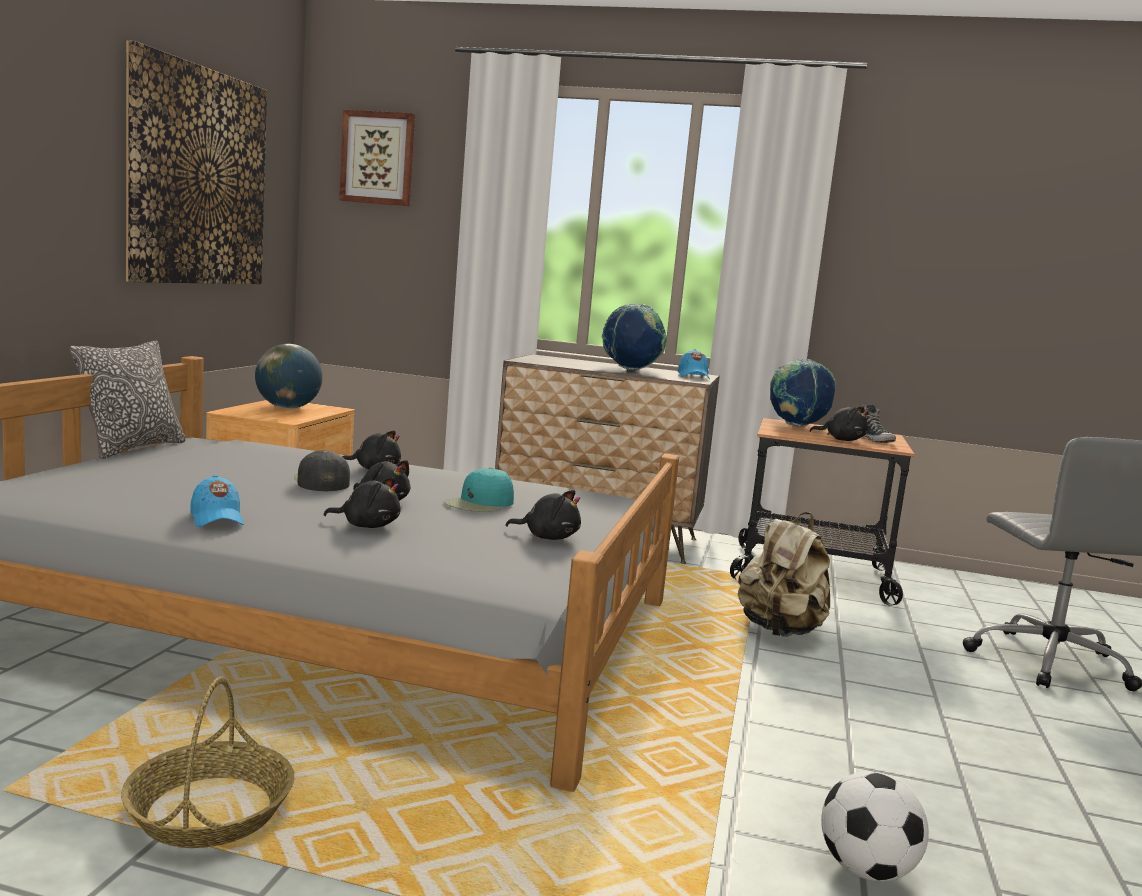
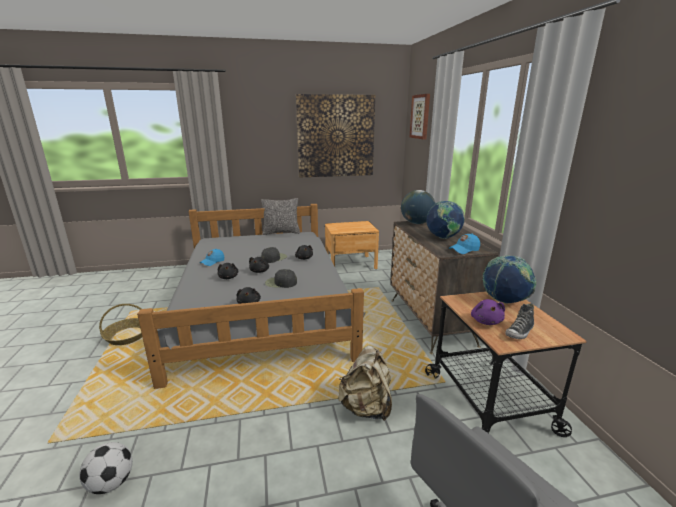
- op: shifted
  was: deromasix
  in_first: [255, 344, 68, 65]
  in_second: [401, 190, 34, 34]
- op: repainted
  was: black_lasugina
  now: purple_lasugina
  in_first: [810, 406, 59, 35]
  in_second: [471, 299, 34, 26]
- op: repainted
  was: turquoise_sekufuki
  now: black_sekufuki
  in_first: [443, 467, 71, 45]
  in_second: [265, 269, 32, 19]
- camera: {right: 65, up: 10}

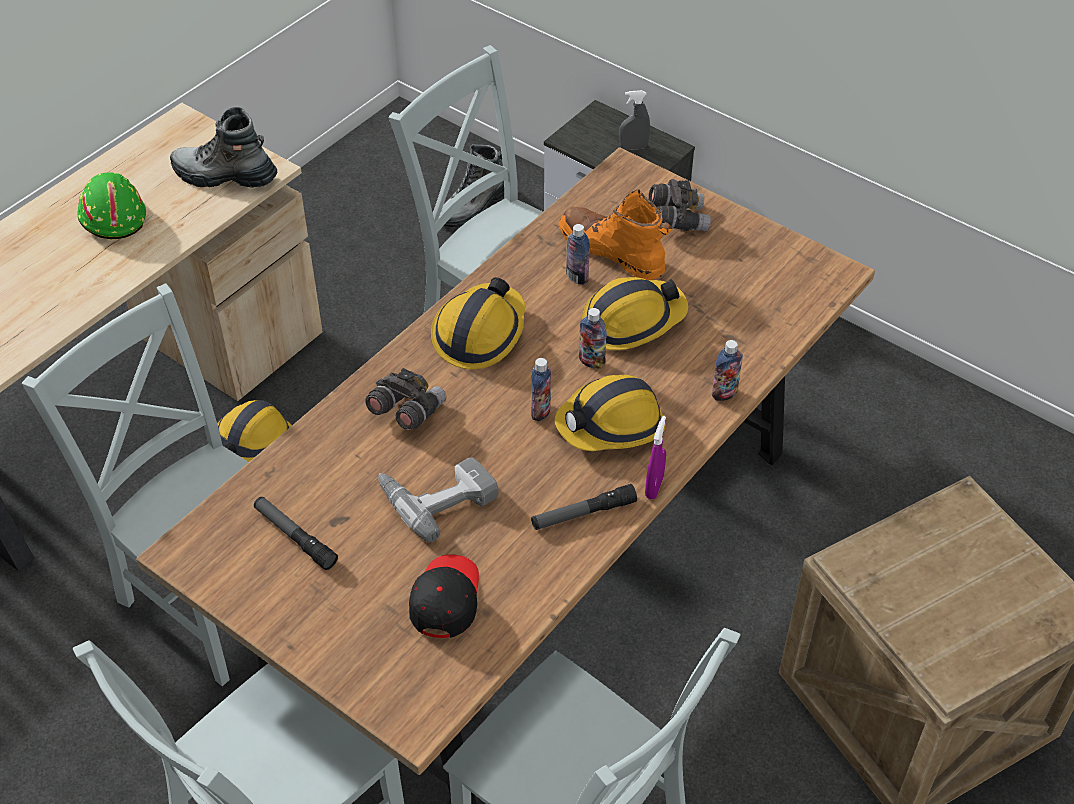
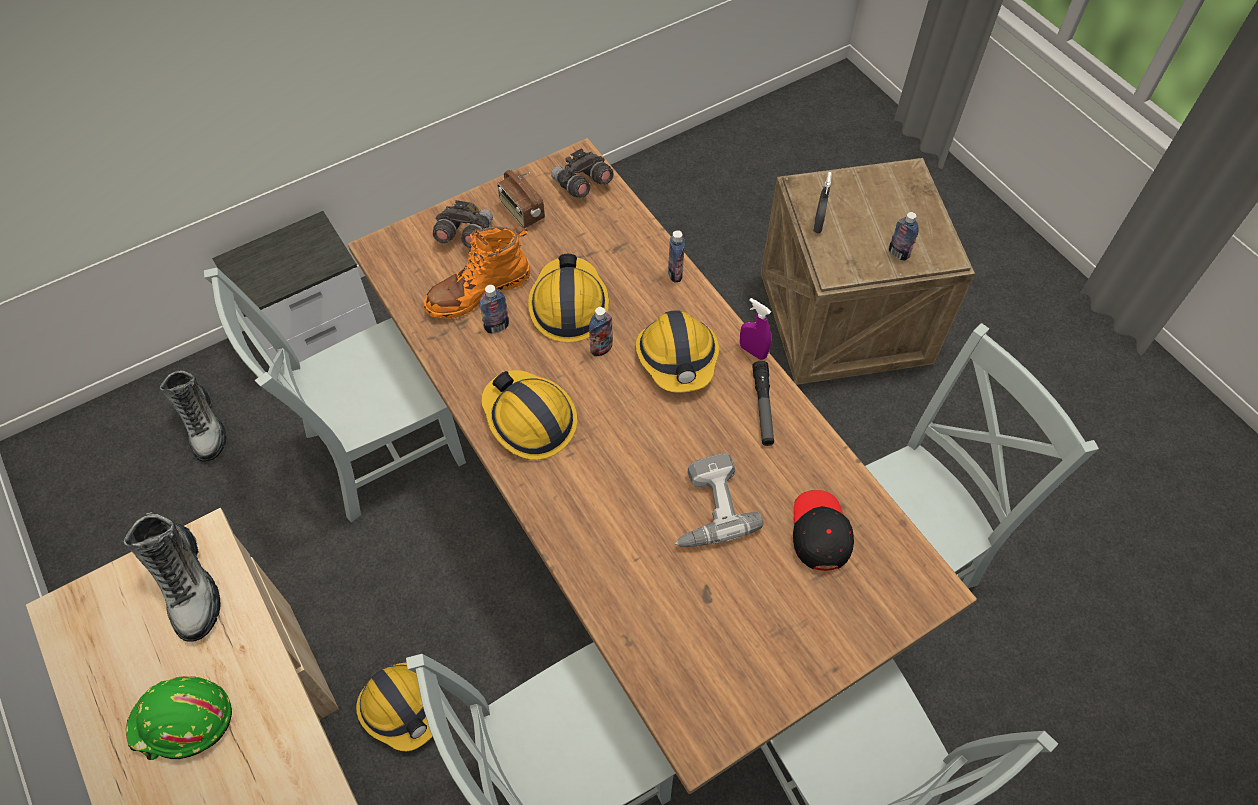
- op: shifted
  was: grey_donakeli
  in_first: [619, 90, 31, 60]
  in_second: [813, 172, 19, 61]
- op: rotated
  was: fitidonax
  in_first: [170, 107, 107, 81]
  in_second: [123, 512, 98, 130]
  clockwise: -60
- op: shifted
  was: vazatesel
  in_first: [531, 358, 20, 63]
  in_second: [889, 212, 30, 49]
- op: shifted
  was: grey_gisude
  in_first: [365, 368, 81, 62]
  in_second: [551, 148, 62, 50]
- op: gone
  was: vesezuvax
  in_first: [254, 497, 84, 73]
- op: rotated
  was: black_sekufuki
  in_first: [409, 554, 70, 84]
  in_second: [793, 490, 61, 81]
  clockwise: 60
- op: new
  now: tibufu
  in_second: [497, 170, 48, 58]
- camera: {right: -70, up: 10}

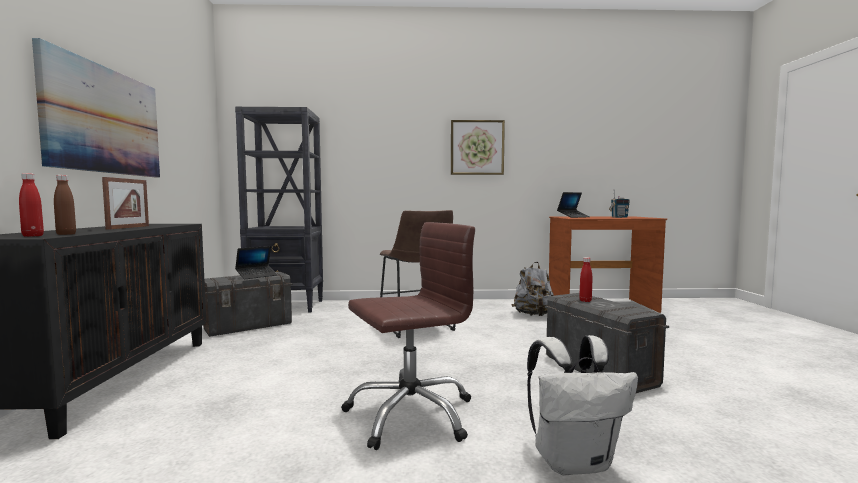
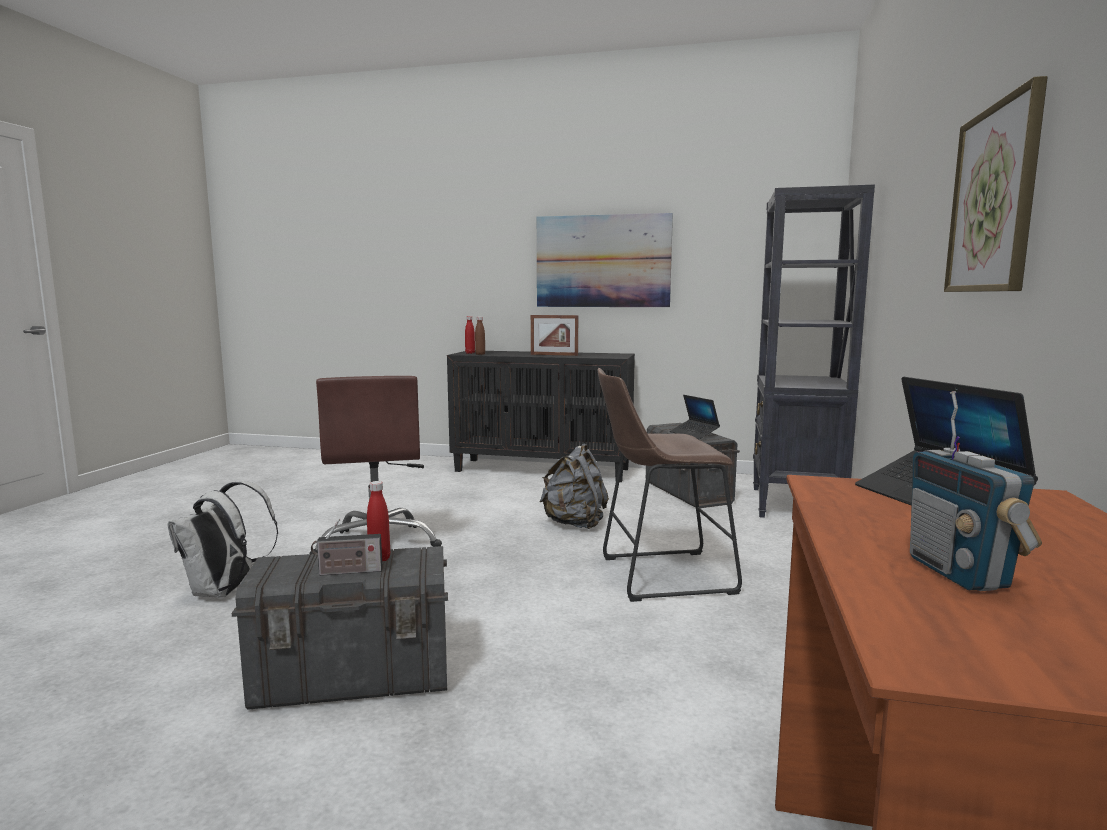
- op: shifted
  was: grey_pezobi
  in_first: [511, 262, 43, 54]
  in_second: [540, 444, 69, 85]
- op: new
  now: tibufu
  in_second: [311, 519, 72, 57]
- camera: {right: 105, up: 5}

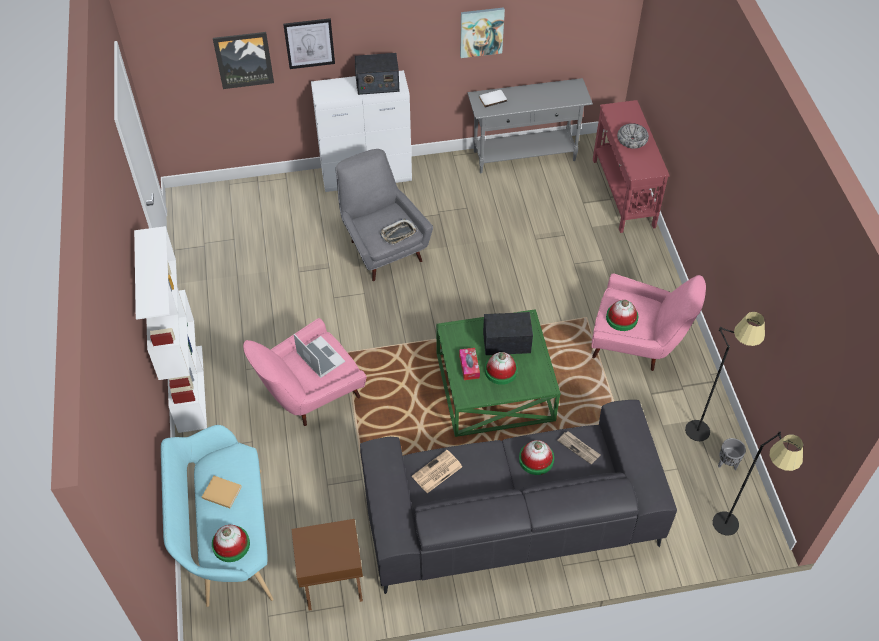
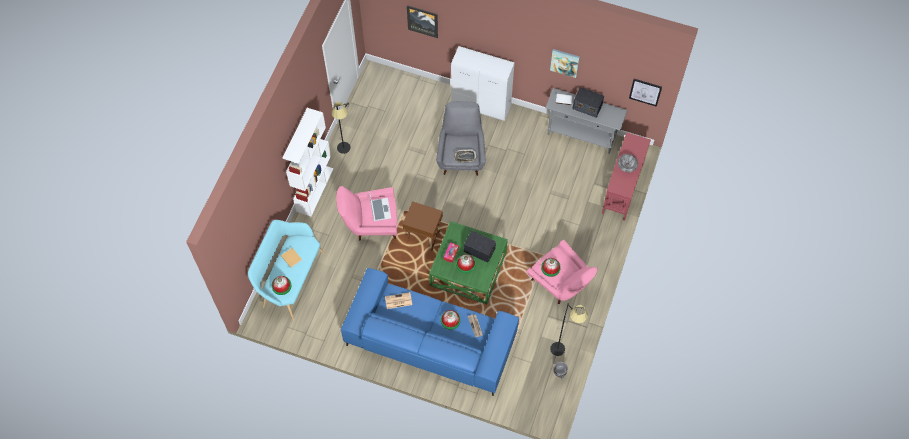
- op: shifted
  was: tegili
  in_first: [283, 18, 52, 51]
  in_second: [629, 79, 33, 28]
- op: shifted
  was: tibufu
  in_first: [355, 53, 44, 42]
  in_second: [572, 87, 32, 31]
- op: repainted
  was: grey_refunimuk
  now: blue_refunimuk
  in_first: [360, 400, 317, 194]
  in_second: [341, 268, 178, 128]
- op: shifted
  was: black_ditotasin
  in_first: [713, 431, 90, 105]
  in_second: [332, 102, 19, 52]
- op: shifted
  was: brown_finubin
  in_first: [291, 519, 72, 91]
  in_second: [403, 201, 40, 50]
- camera: {right: 30, up: 10}

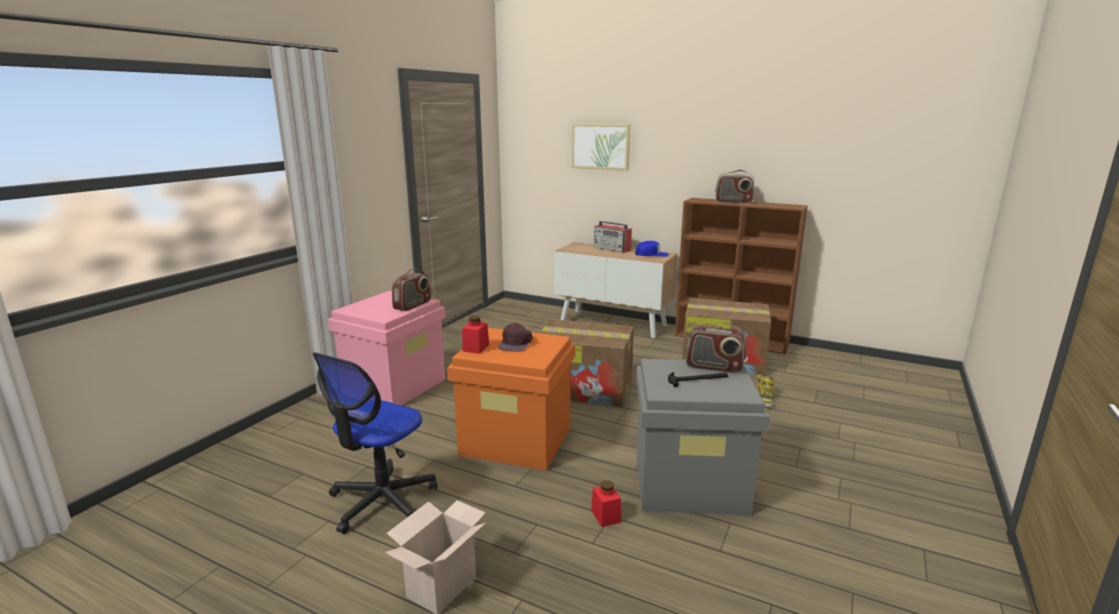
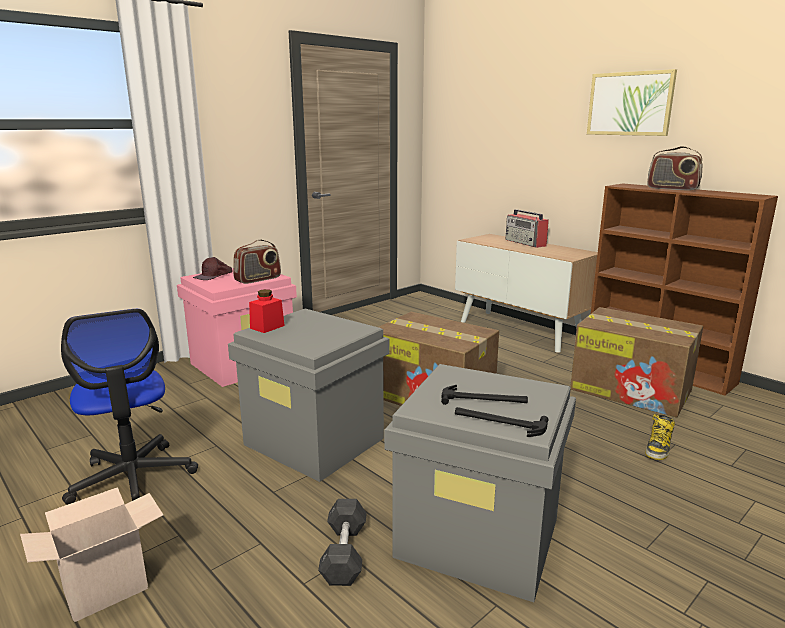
- op: shifted
  was: tegili
  in_first: [572, 123, 58, 48]
  in_second: [587, 69, 90, 67]
- op: gone
  was: blue_sekufuki
  in_first: [635, 241, 33, 16]
- op: gone
  was: tibufu
  in_first: [686, 322, 60, 51]
- op: shifted
  was: brown_sekufuki
  in_first: [499, 323, 34, 29]
  in_second: [193, 257, 40, 23]
- op: repainted
  was: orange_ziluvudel
  now: grey_ziluvudel
  in_first: [447, 328, 128, 143]
  in_second: [228, 309, 161, 173]
- op: rotated
  was: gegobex
  in_first: [312, 352, 125, 182]
  in_second: [61, 309, 137, 196]
  clockwise: -75
- op: swapped
  was: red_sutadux
  now: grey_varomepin
  in_first: [591, 480, 30, 47]
  in_second: [318, 499, 49, 87]
- op: new
  now: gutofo
  in_second: [455, 407, 93, 30]
- camera: {right: 20, up: 0}

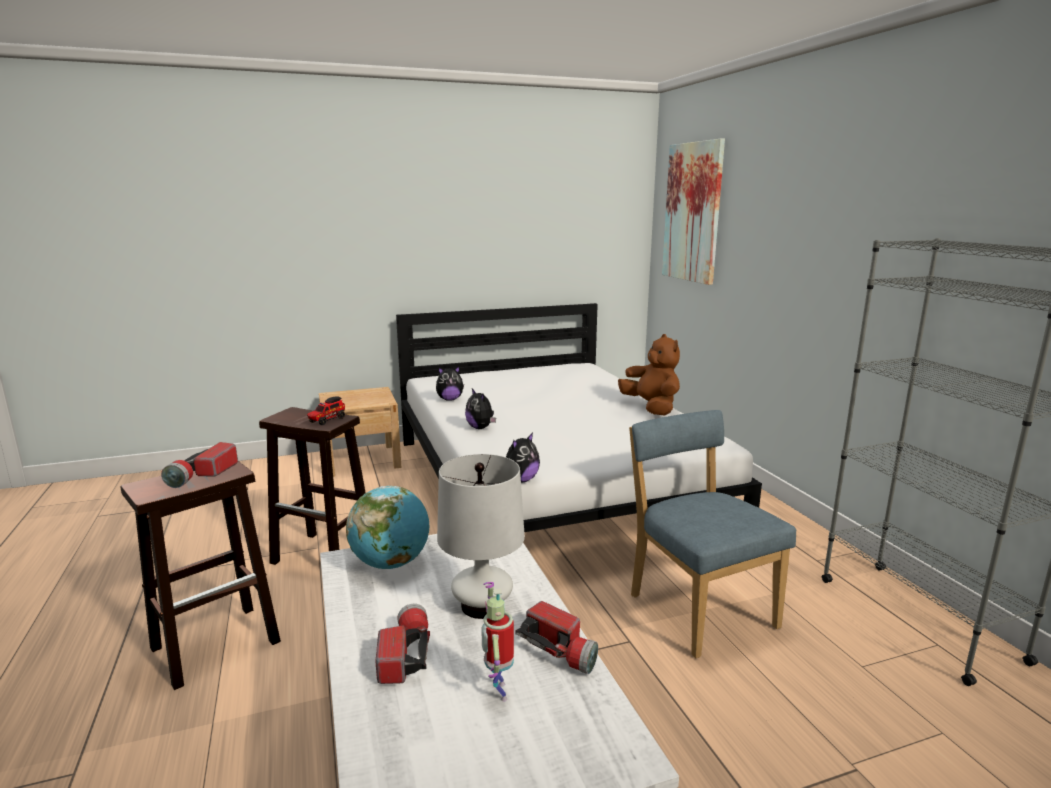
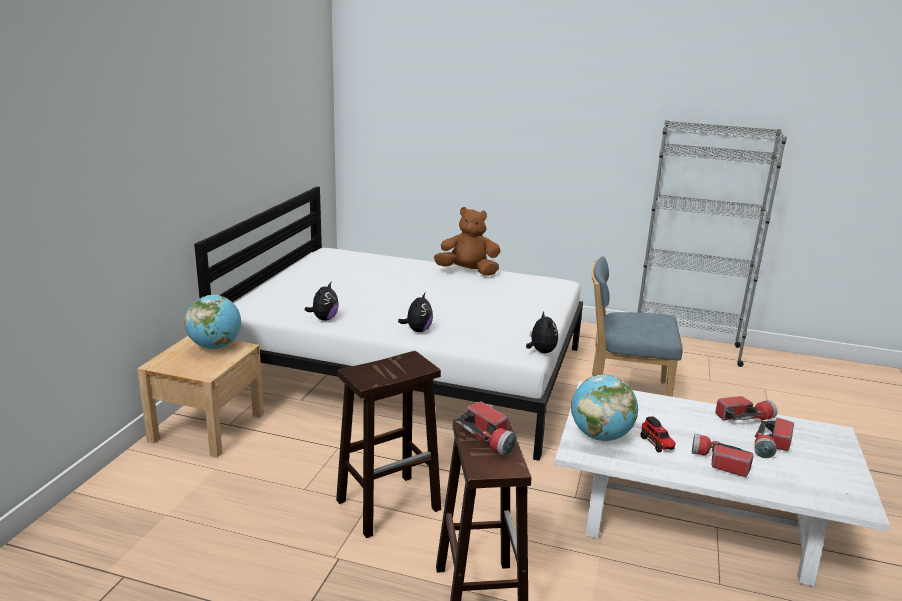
- op: gone
  was: tegili
  in_first: [662, 138, 63, 147]
- op: rotated
  was: lasugina
  in_first: [465, 389, 31, 40]
  in_second: [398, 293, 35, 39]
  clockwise: -75
- op: shifted
  was: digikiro
  in_first: [307, 396, 38, 29]
  in_second: [641, 416, 35, 36]
- op: gone
  was: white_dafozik
  in_first: [437, 454, 88, 165]
- op: swapped
  was: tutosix
  now: vesezuvax
  in_first: [481, 582, 33, 119]
  in_second: [754, 418, 40, 40]
- op: new
  now: deromasix
  in_second: [185, 295, 56, 54]
- camera: {right: -55, up: 5}

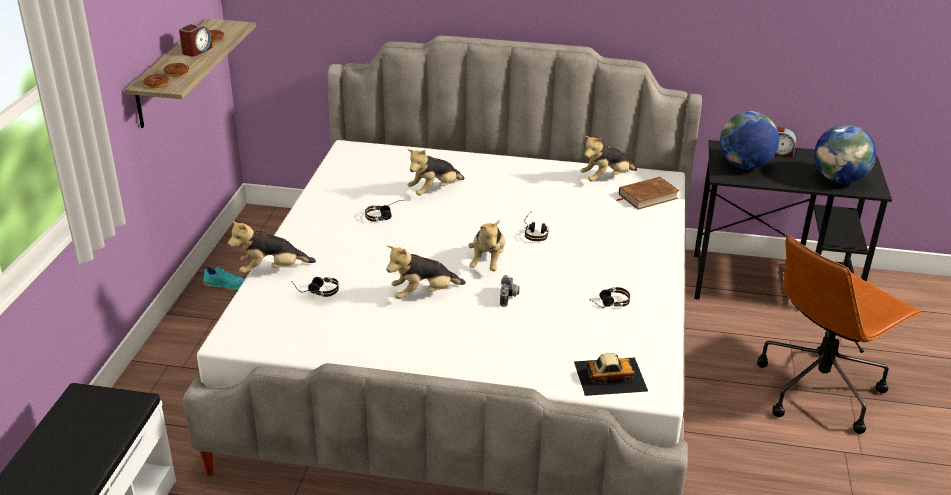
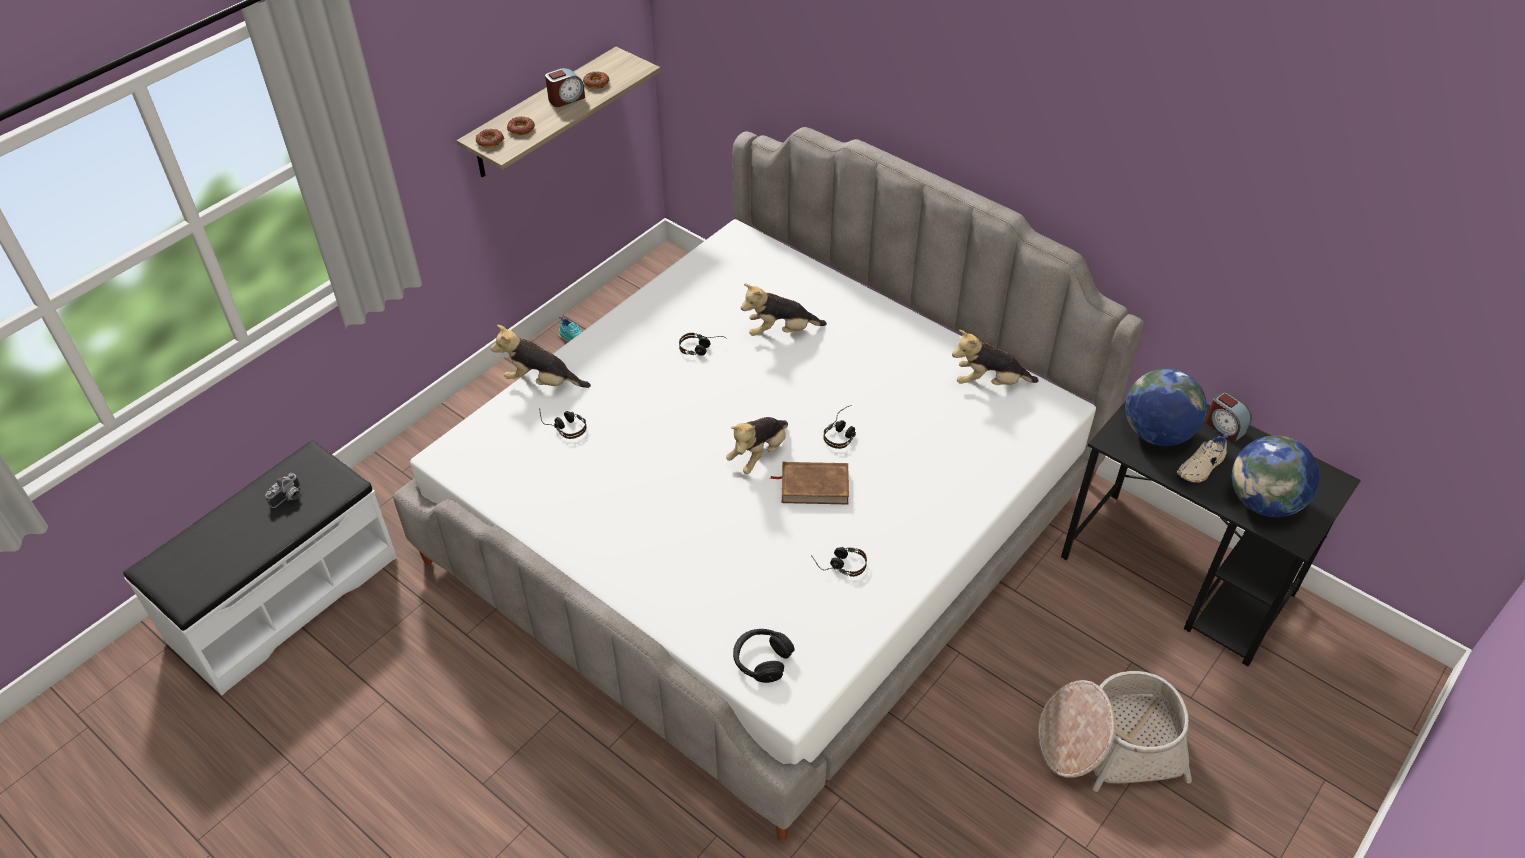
- op: shifted
  was: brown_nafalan
  in_first: [616, 177, 63, 33]
  in_second: [770, 462, 79, 42]
- op: swapped
  was: brown_gegobex
  now: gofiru
  in_first: [757, 235, 165, 199]
  in_second: [1038, 671, 154, 121]
- op: gone
  was: lasugina
  in_first: [386, 245, 80, 54]
- op: shifted
  was: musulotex
  in_first: [500, 275, 20, 32]
  in_second: [265, 473, 35, 35]
- op: swapped
  was: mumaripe
  now: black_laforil
  in_first: [574, 353, 74, 43]
  in_second: [733, 629, 62, 54]
- op: new
  now: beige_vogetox
  in_second: [1177, 433, 52, 50]
- camera: {right: 30, up: 15}

